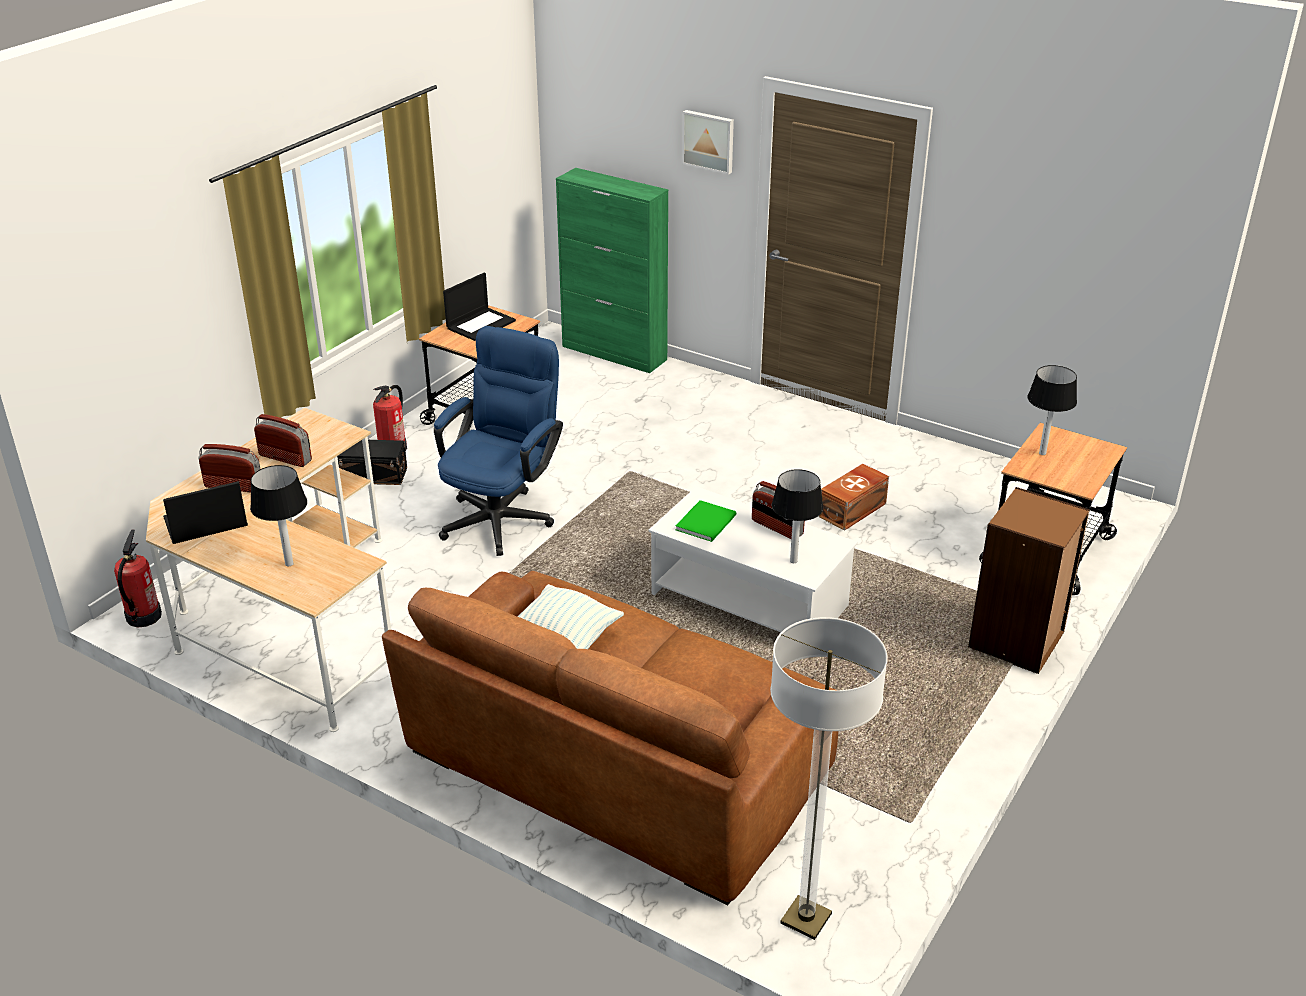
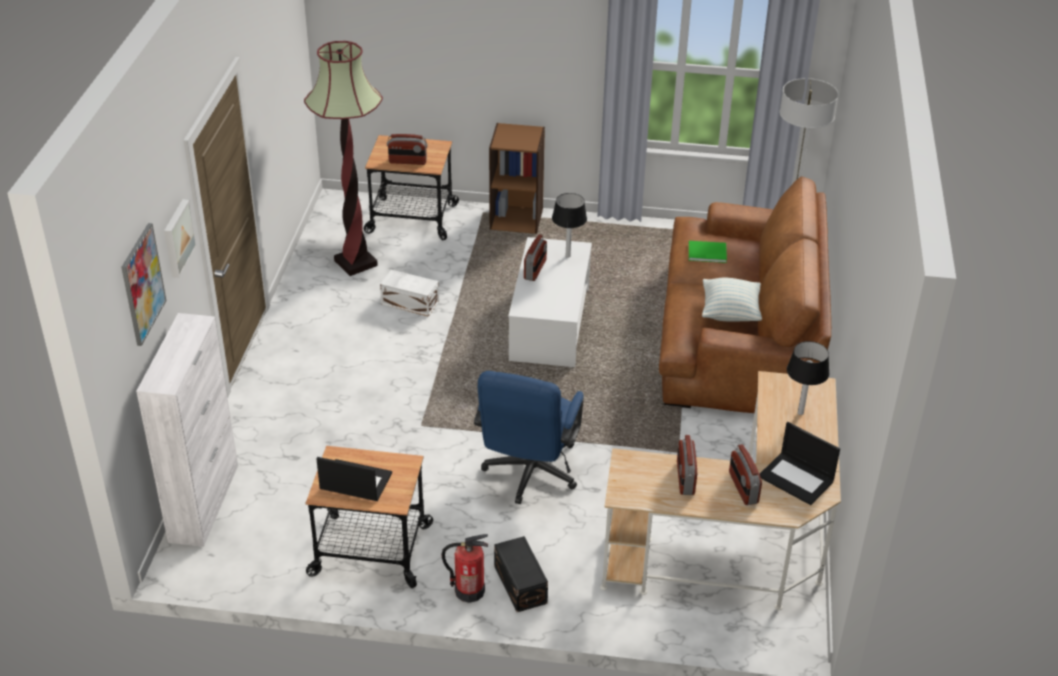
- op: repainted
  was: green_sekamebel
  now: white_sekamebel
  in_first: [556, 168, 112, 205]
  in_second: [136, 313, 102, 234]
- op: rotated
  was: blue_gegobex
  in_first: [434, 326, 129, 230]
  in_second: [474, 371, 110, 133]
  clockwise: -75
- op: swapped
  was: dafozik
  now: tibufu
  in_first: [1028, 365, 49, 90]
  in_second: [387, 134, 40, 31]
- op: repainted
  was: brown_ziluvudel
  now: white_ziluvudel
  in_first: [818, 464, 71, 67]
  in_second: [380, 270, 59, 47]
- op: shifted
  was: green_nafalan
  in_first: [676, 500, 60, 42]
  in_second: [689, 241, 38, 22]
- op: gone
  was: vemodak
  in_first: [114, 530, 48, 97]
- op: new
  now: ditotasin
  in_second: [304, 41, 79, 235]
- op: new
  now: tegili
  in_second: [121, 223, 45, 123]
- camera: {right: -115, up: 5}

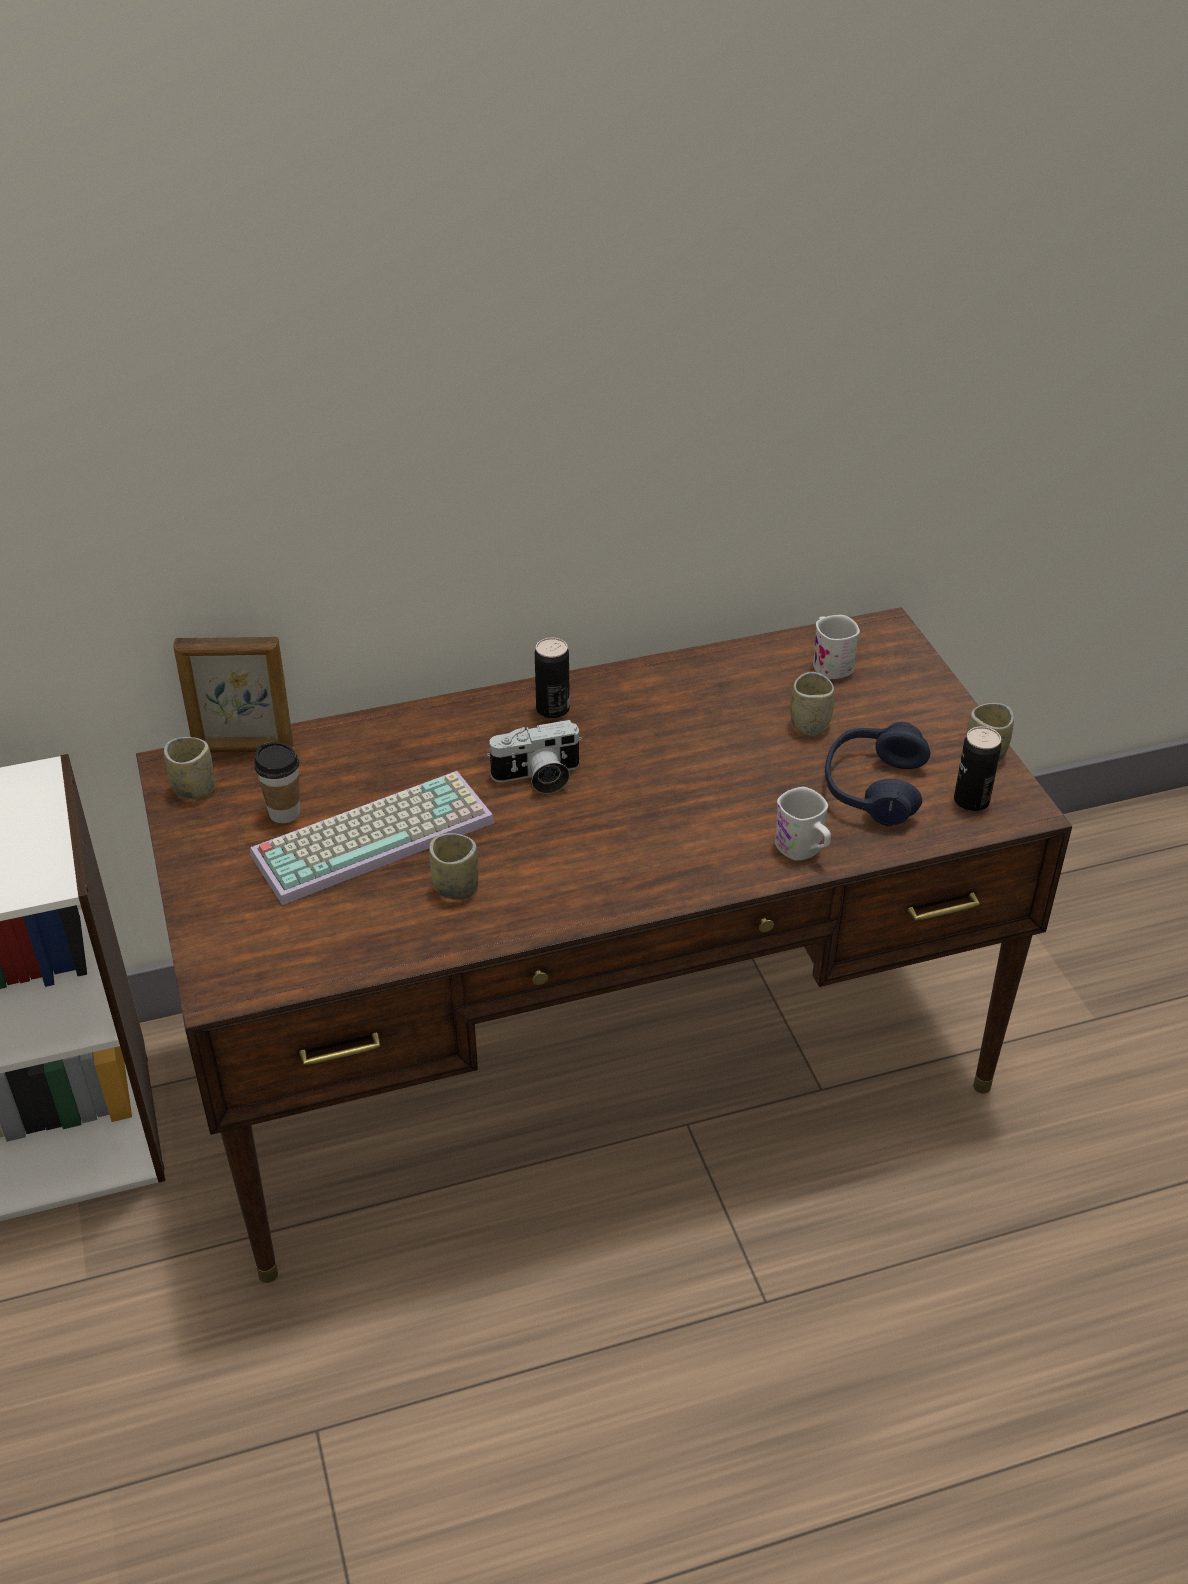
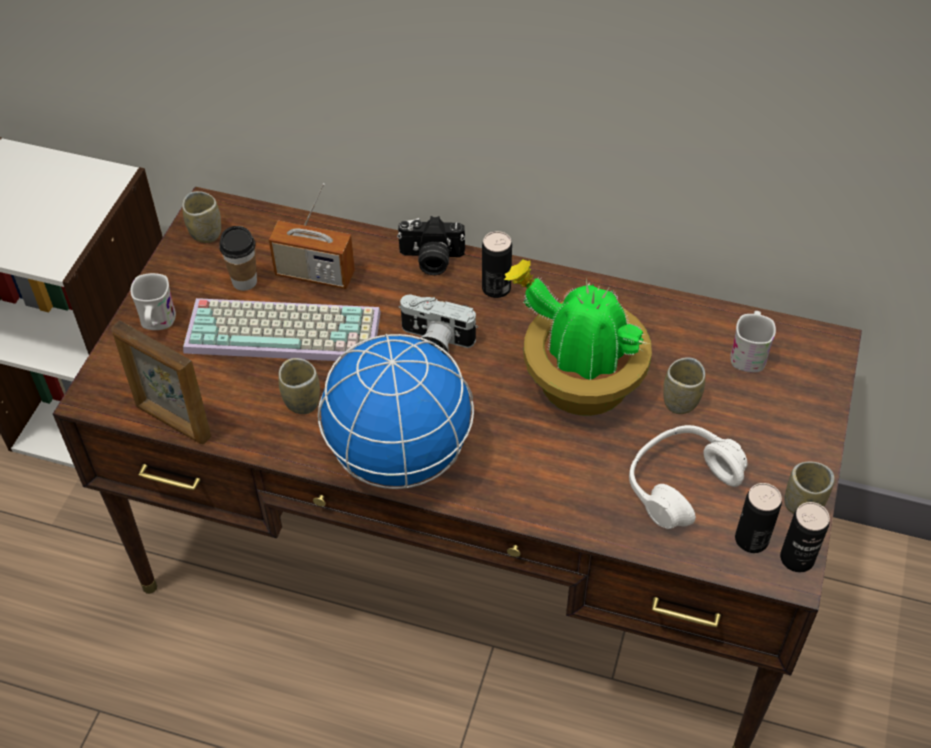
- op: shifted
  was: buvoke
  in_first: [173, 637, 120, 115]
  in_second: [112, 320, 99, 124]
- op: repainted
  was: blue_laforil
  now: white_laforil
  in_first: [825, 722, 105, 104]
  in_second: [629, 425, 118, 104]
- op: shifted
  was: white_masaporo
  in_first: [774, 787, 57, 74]
  in_second: [130, 273, 46, 57]
- op: new
  now: tibufu
  in_second: [269, 183, 86, 106]
- op: new
  now: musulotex
  in_second: [397, 216, 68, 59]
- op: new
  now: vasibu
  in_second: [504, 260, 148, 156]
- op: new
  now: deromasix
  in_second: [318, 333, 156, 156]
- op: new
  now: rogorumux
  in_second: [780, 502, 50, 70]
- camera: {right: 35, up: 10}

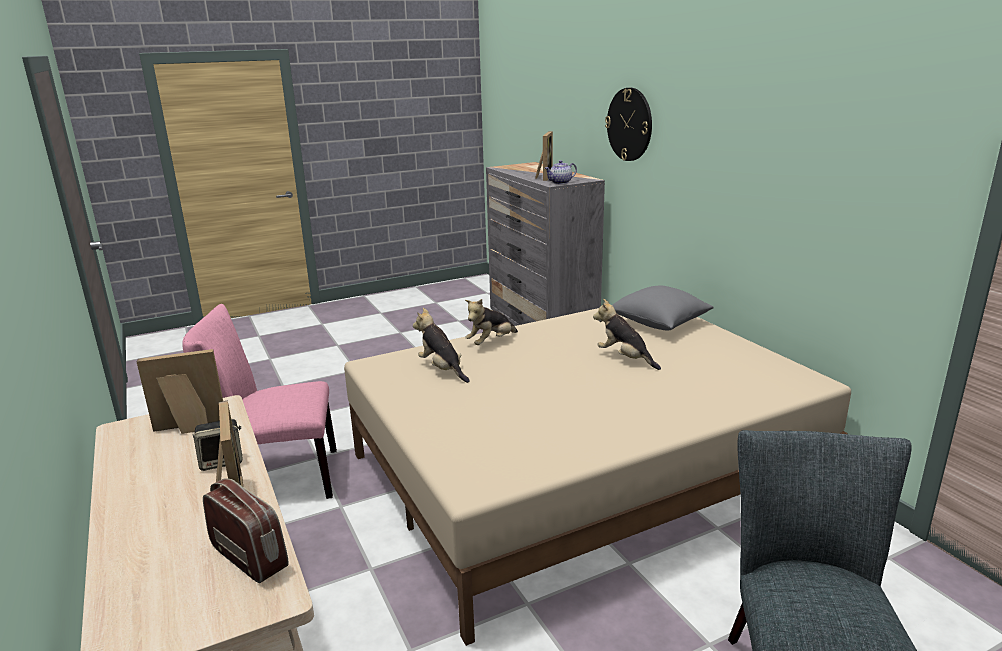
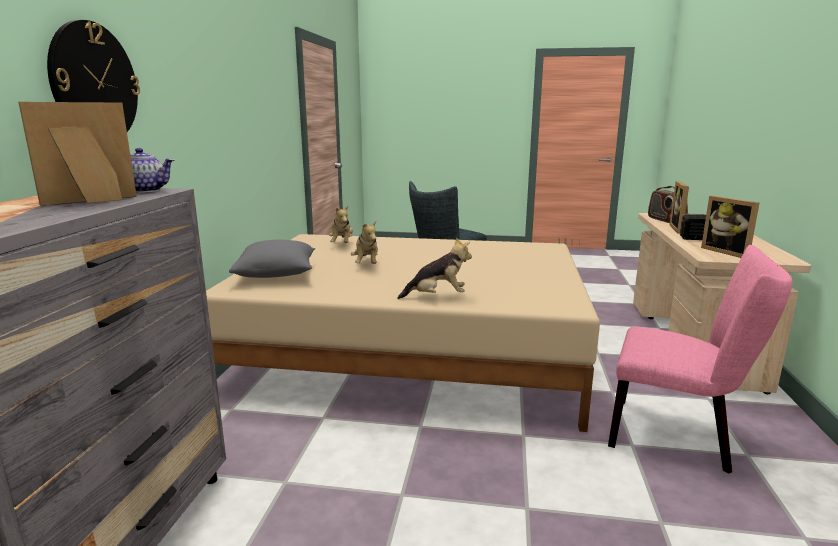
- op: shifted
  was: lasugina
  in_first: [413, 308, 57, 75]
  in_second: [329, 206, 24, 37]
- op: rotated
  was: buvoke
  in_first: [137, 349, 86, 85]
  in_second: [701, 196, 58, 62]
  clockwise: 45
- camera: {right: -145, up: -5}

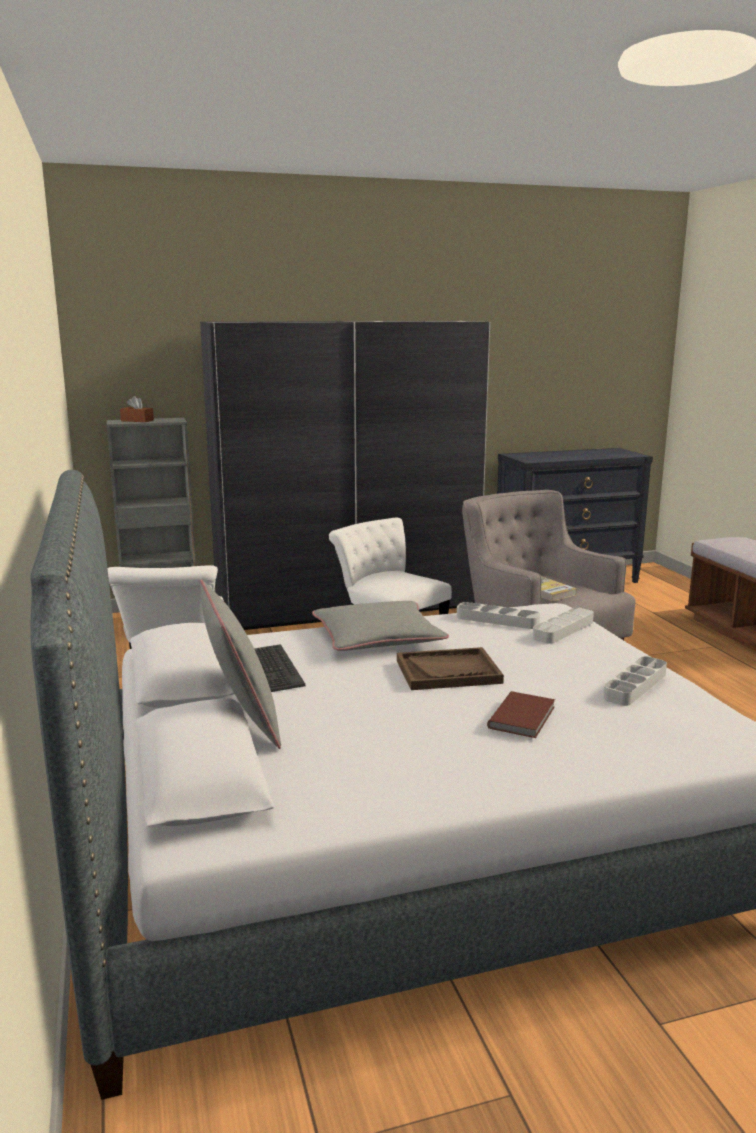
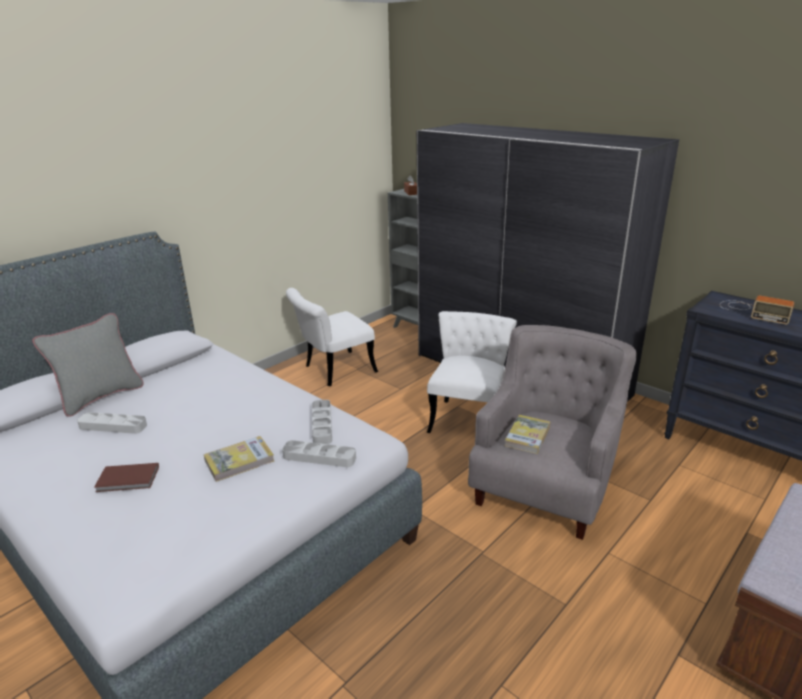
- op: gone
  was: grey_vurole
  in_first: [312, 601, 137, 50]
- op: gone
  was: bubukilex
  in_first: [254, 644, 52, 48]
- op: gone
  was: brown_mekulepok
  in_first: [397, 647, 107, 43]
- op: shifted
  was: grey_mekulepok
  in_first: [603, 656, 64, 50]
  in_second: [77, 412, 70, 22]
- op: new
  now: tibufu
  in_second: [720, 295, 74, 30]
- op: new
  now: nafalan
  in_second: [204, 436, 70, 46]
- camera: {right: 60, up: 10}

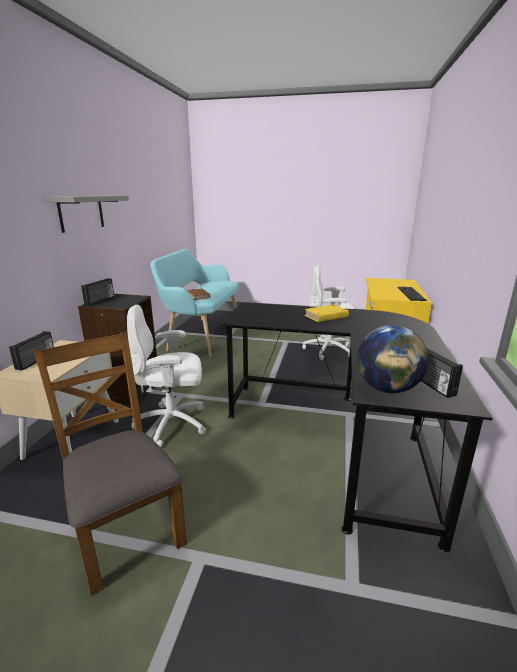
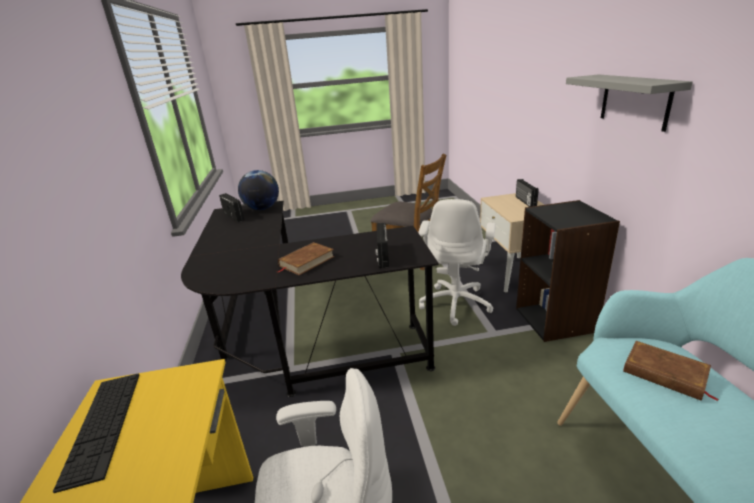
- op: shifted
  was: tibufu
  in_first: [81, 278, 33, 27]
  in_second: [376, 223, 13, 45]
- op: rotated
  was: white_gegobex
  in_first: [127, 305, 79, 142]
  in_second: [418, 199, 78, 127]
  clockwise: 135
- op: repainted
  was: yellow_nafalan
  now: brown_nafalan
  in_first: [304, 305, 45, 17]
  in_second: [278, 242, 57, 33]
- camera: {right: 160, up: 5}

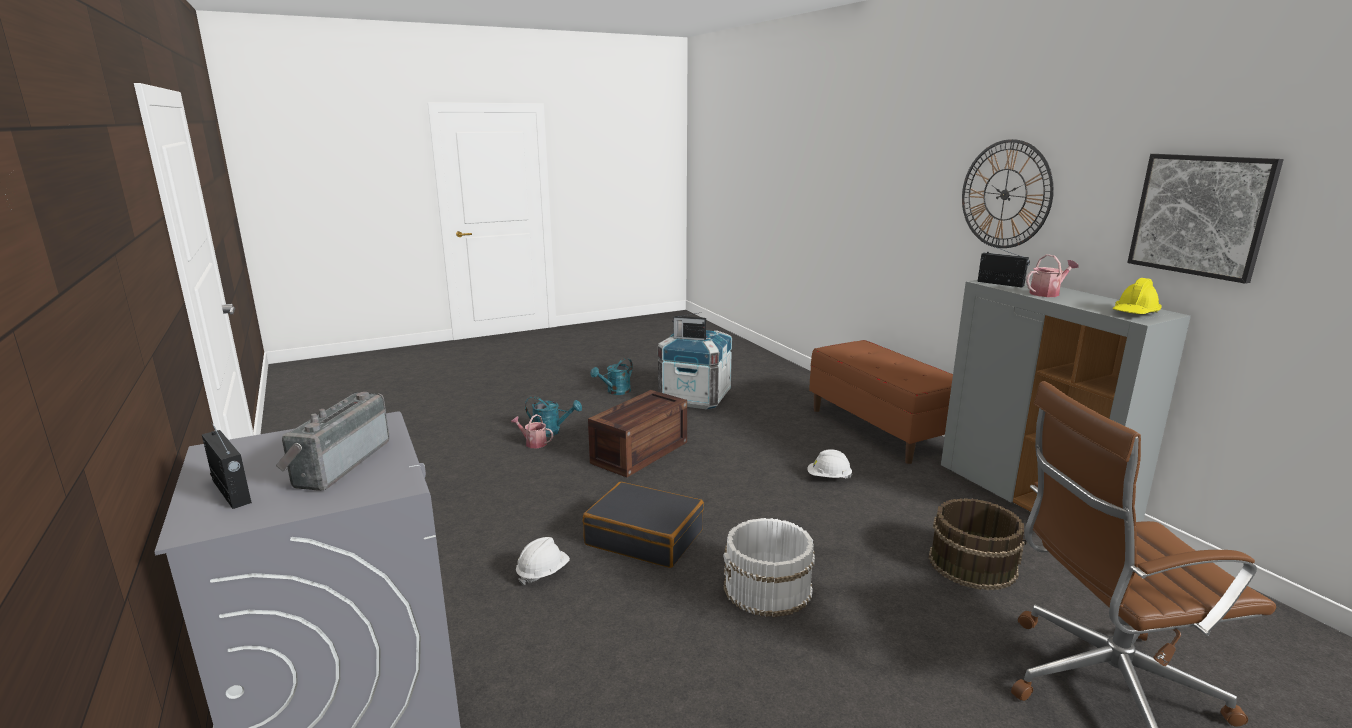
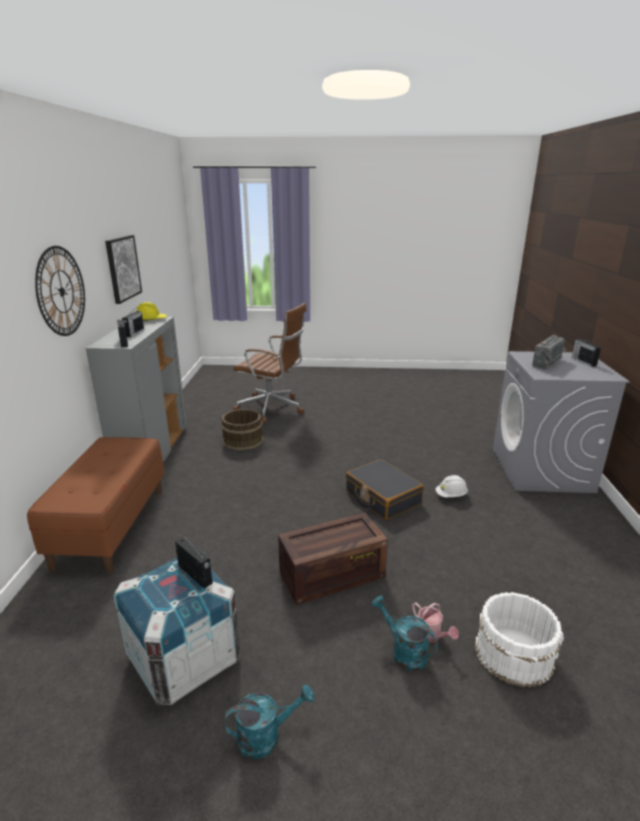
- op: swapped
  was: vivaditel
  now: tibufu
  in_first: [1026, 254, 53, 43]
  in_second: [122, 311, 22, 26]
- op: gone
  was: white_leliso
  in_first: [807, 449, 45, 29]
- op: shifted
  was: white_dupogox
  in_first: [724, 518, 91, 99]
  in_second: [475, 592, 89, 95]
- camera: {right: -150, up: 5}

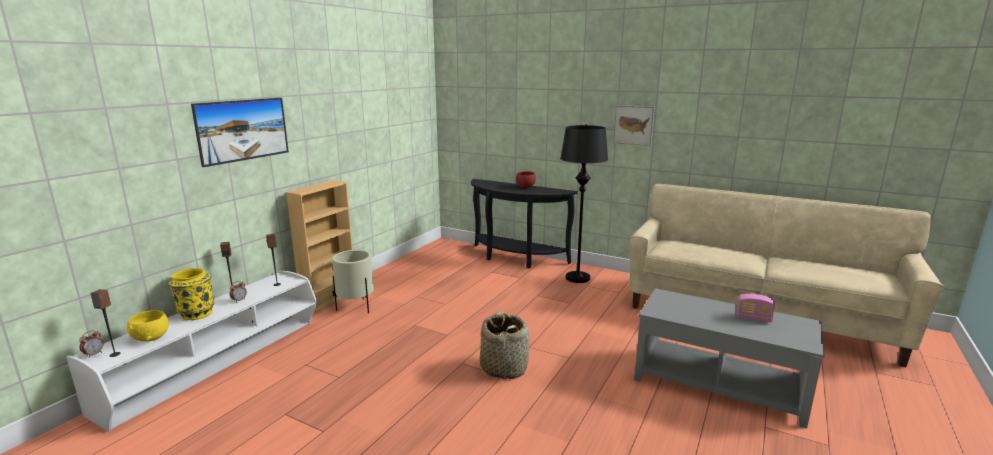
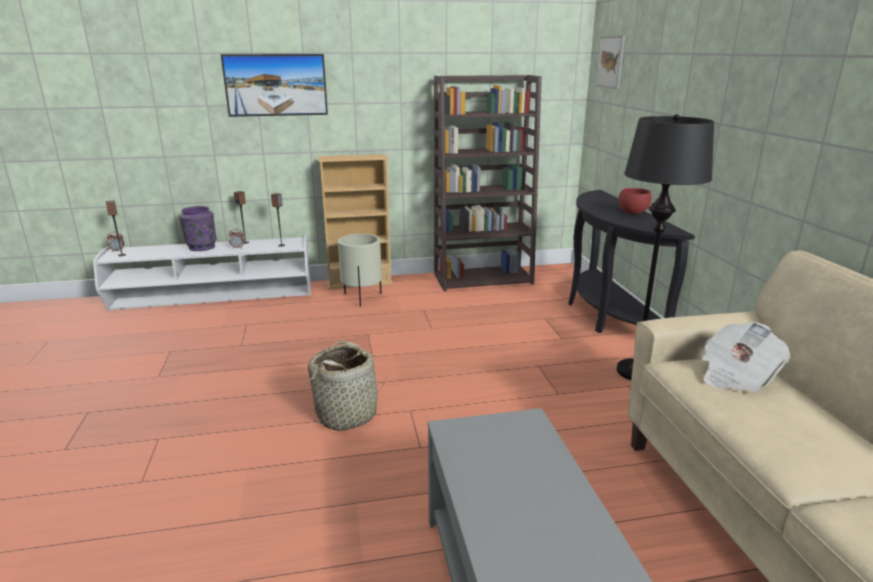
- op: shifted
  was: tegili
  in_first: [613, 105, 42, 41]
  in_second: [595, 36, 30, 53]
- op: repainted
  was: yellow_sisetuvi
  now: purple_sisetuvi
  in_first: [169, 268, 46, 52]
  in_second: [179, 206, 38, 45]
- op: gone
  was: tibufu
  in_first: [737, 294, 38, 28]
- op: gone
  was: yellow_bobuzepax
  in_first: [127, 310, 42, 31]
- op: new
  now: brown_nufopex
  in_second: [434, 75, 108, 216]
- op: new
  now: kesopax
  in_second: [702, 322, 88, 71]
- camera: {right: 50, up: 5}

